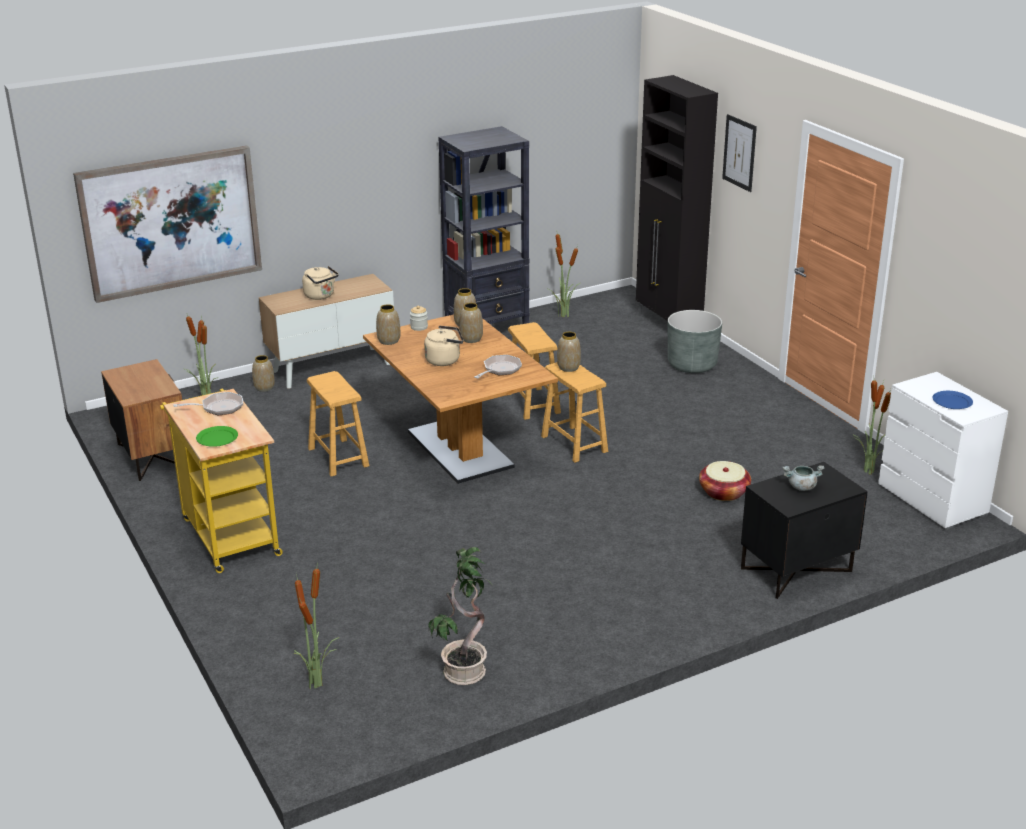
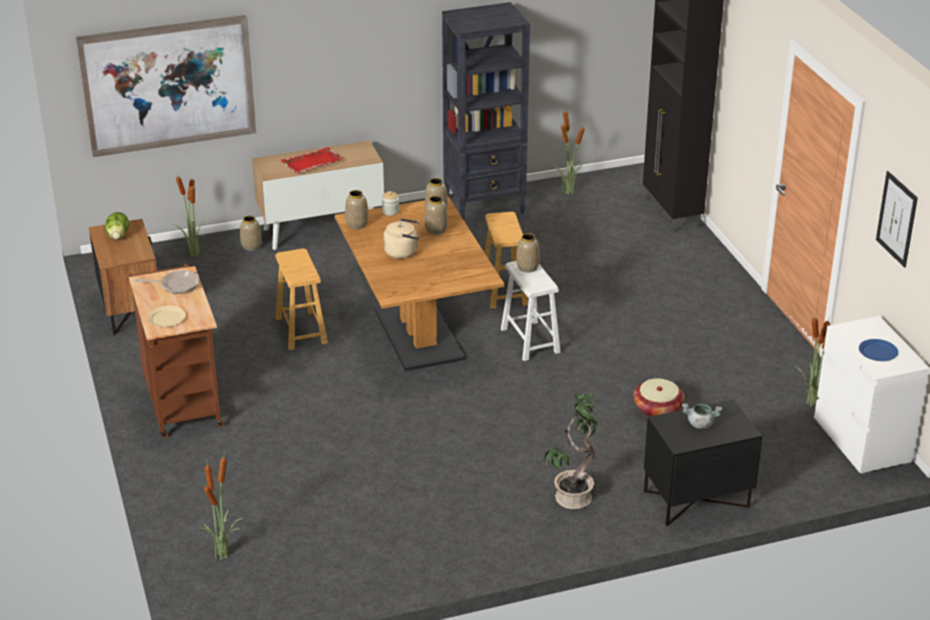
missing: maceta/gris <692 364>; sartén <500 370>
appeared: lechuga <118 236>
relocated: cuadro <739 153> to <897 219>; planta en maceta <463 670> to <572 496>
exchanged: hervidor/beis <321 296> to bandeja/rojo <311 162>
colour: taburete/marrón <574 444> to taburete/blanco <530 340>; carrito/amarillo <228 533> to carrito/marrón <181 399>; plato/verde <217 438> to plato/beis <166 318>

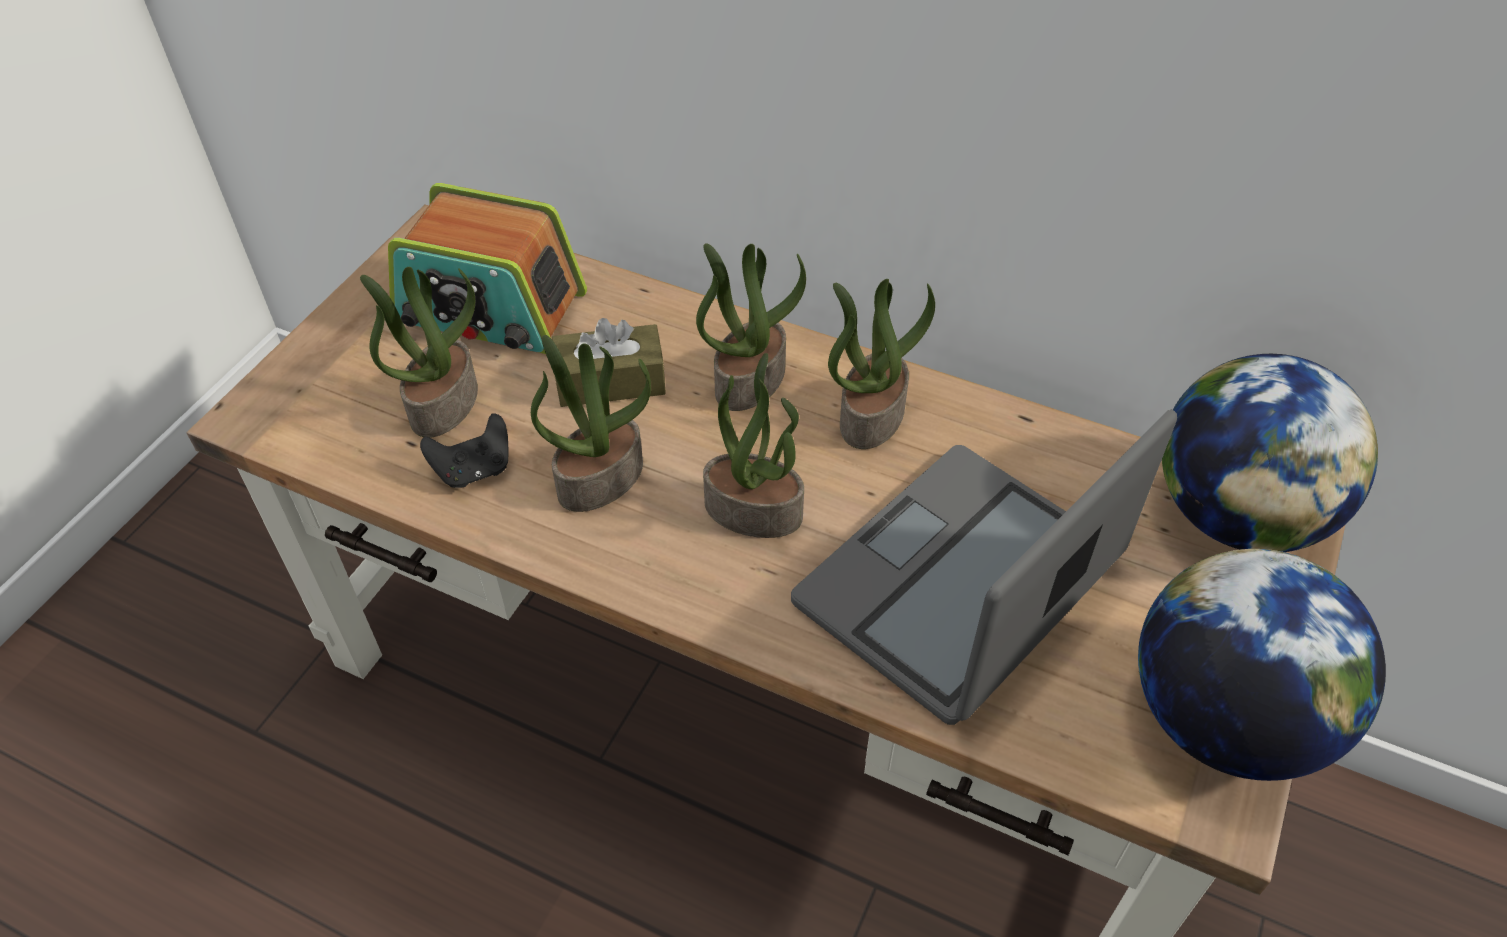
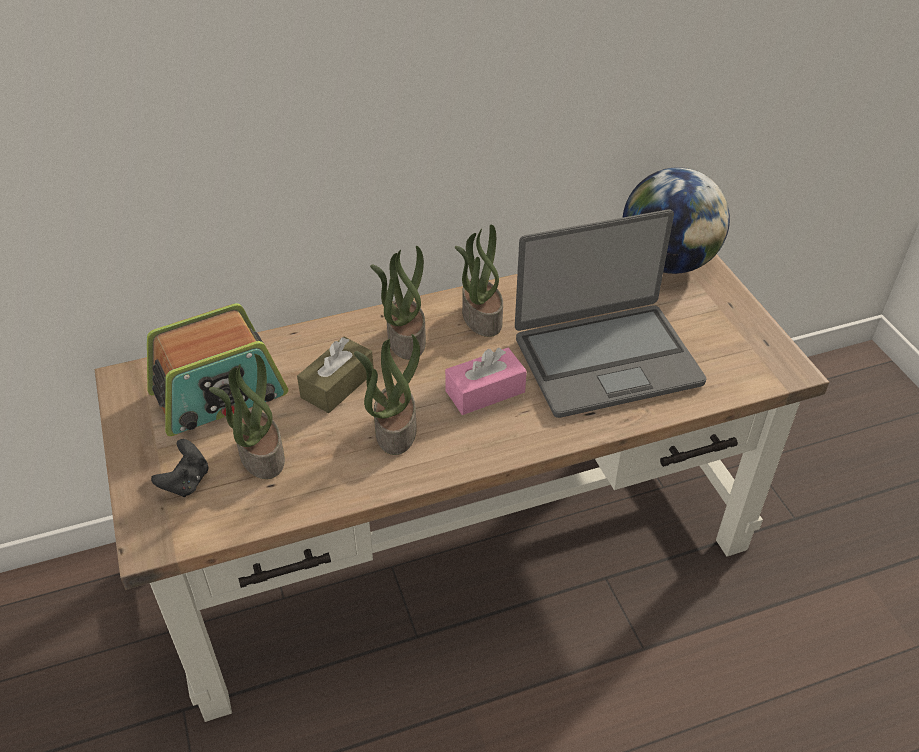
missing: globo terráqueo <1224 719>
relocated: mando de consola/negro <474 470> to <186 482>
exchanged: planta en maceta <755 510> to caja de pañuelos/rosa <485 391>
spun: portátil <961 584> = <606 359> 105 degrees counterclockwise

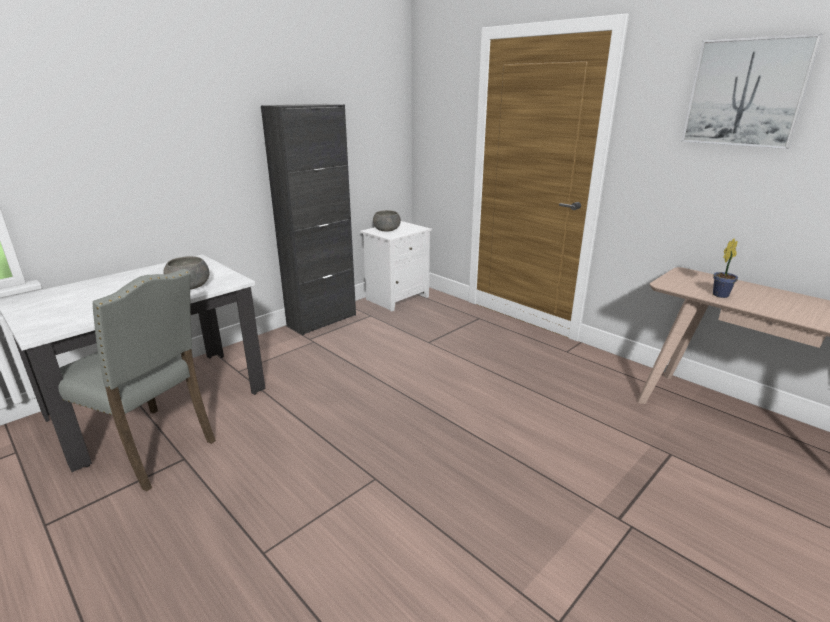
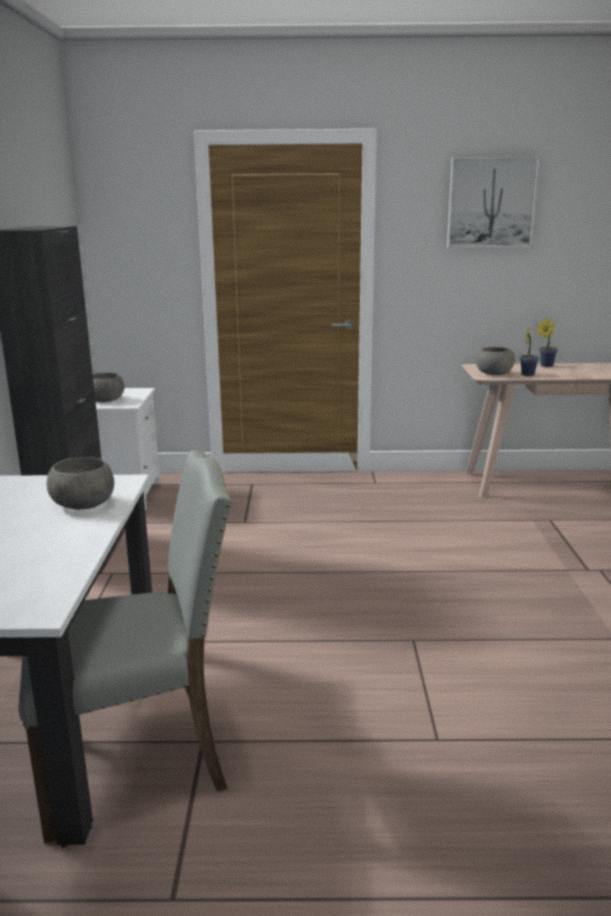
appeared: planta en maceta <545 365>; cuenco/gris <494 373>

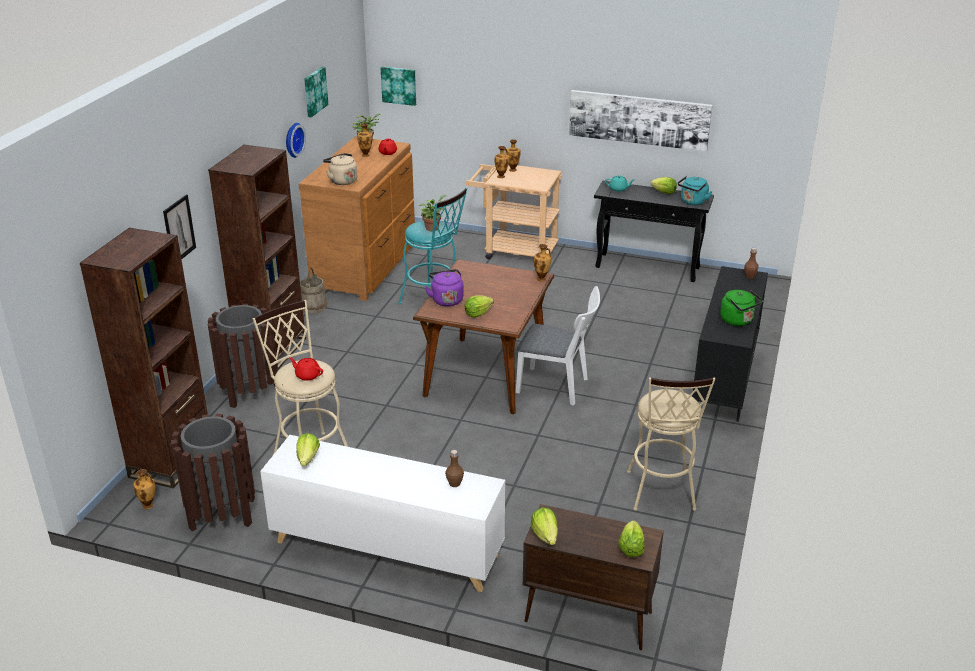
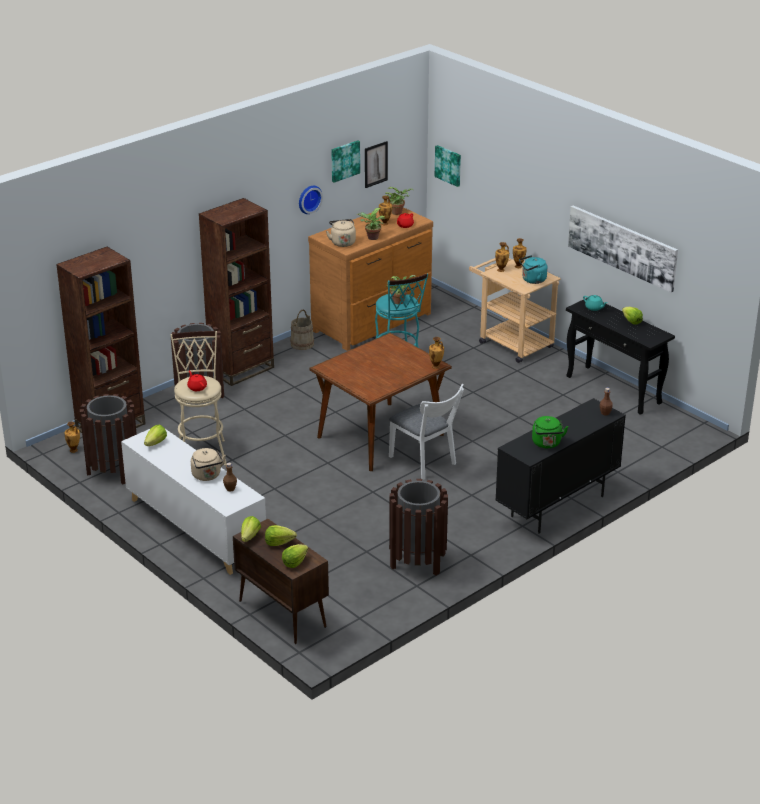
missing: hervidor/morado <446 299>
appeared: planta en maceta <371 238>; hervidor/beis <207 476>
relocated: hervidor/turquesa <693 202> to <532 280>; cuadro <179 229> to <375 164>; lechuga <478 314> to <279 543>
exchanged: taburete/beis <661 495> to papelera/marrón <417 561>

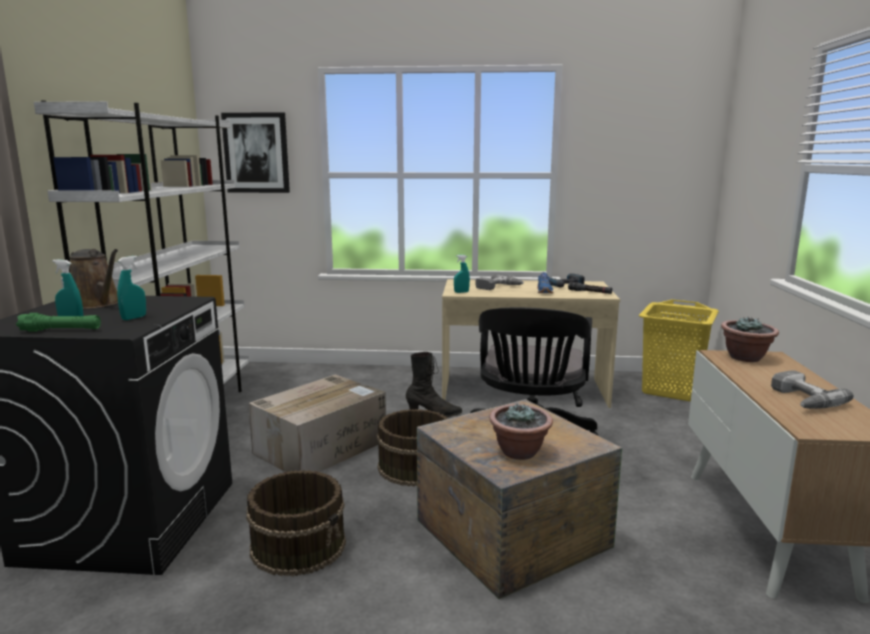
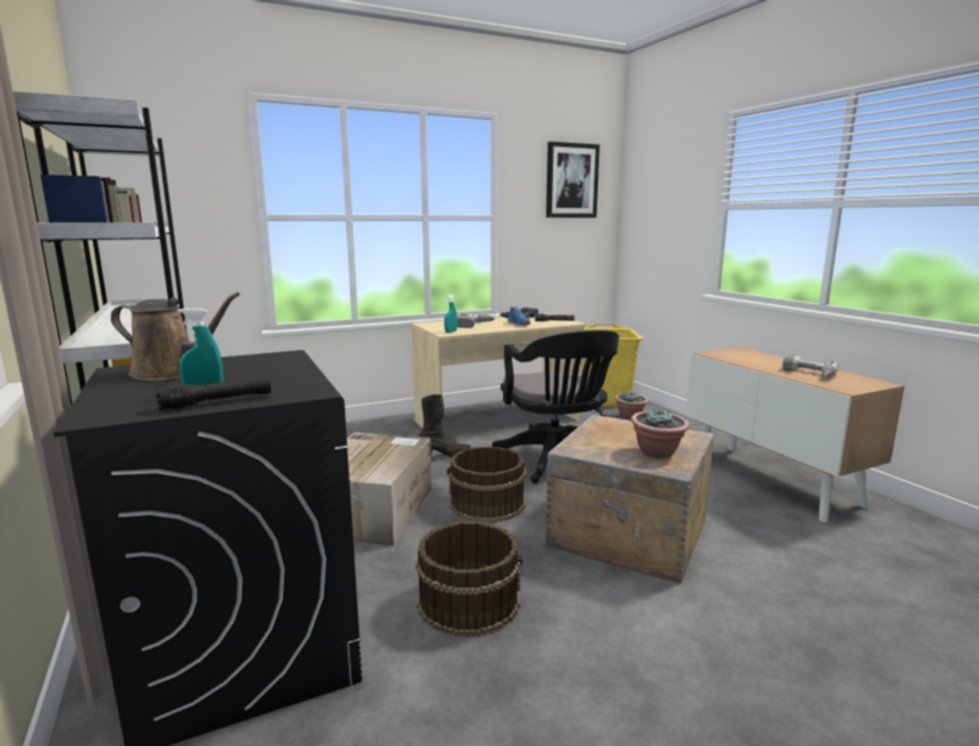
missing: pulverizador/turquesa <134 318>
relocated: cuadro <256 153> to <571 181>; planta en maceta <745 358> to <630 417>
colour: linterna/verde <61 330> to linterna/negro <217 402>

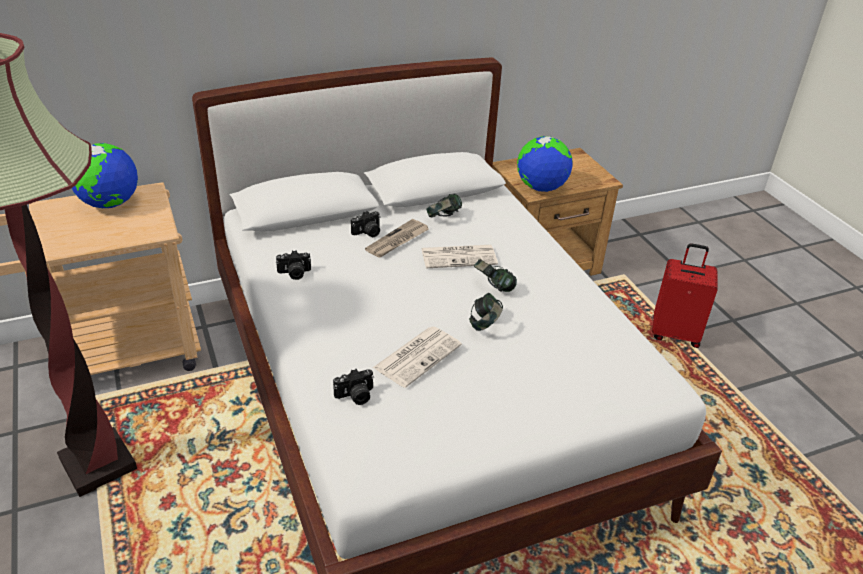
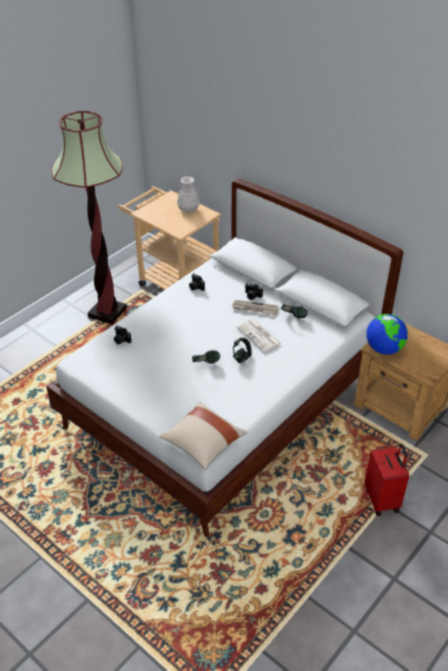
missing: periódico <418 356>
appeared: cojín/beis <203 443>
exchanged: globo terráqueo <109 204> to florero/blanco <188 209>

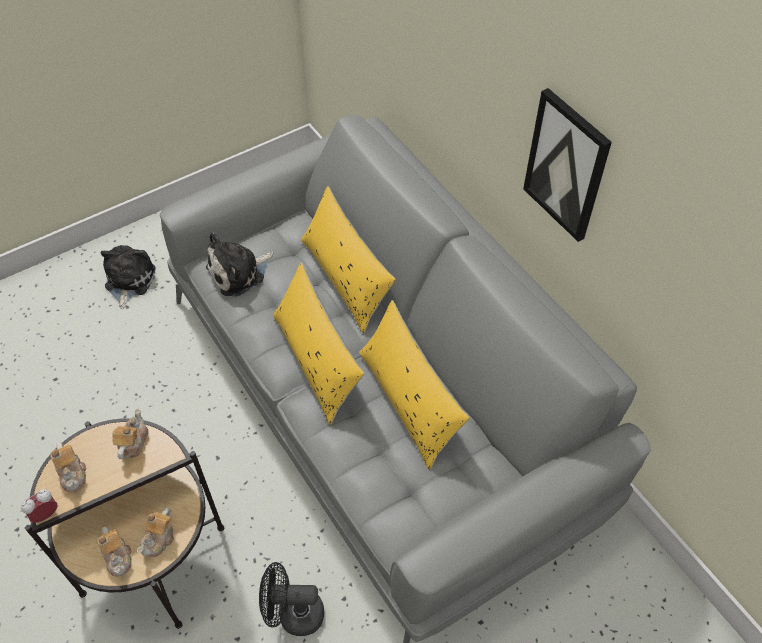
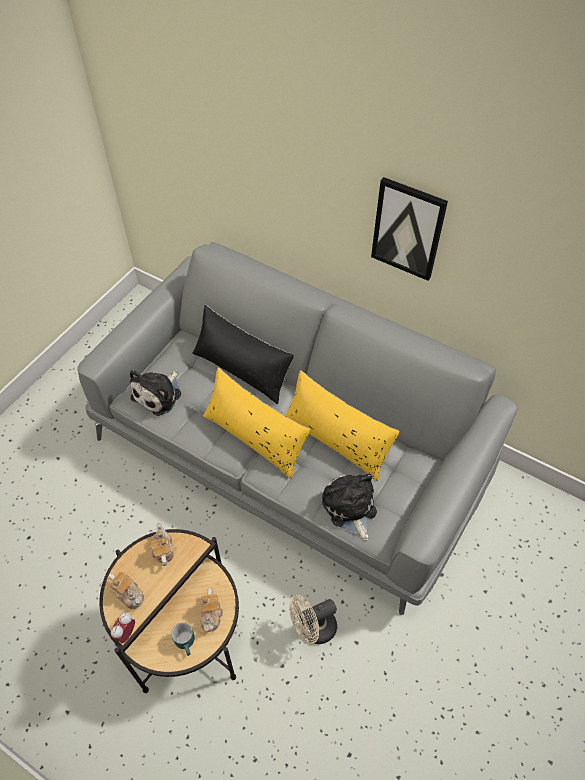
relocated: peluche <129 281> to <349 508>
exchanged: tetera <118 557> to taza grande/turquesa <187 642>
colour: cojín/amarillo <346 278> to cojín/negro <242 369>; ventilador/negro <293 614> to ventilador/beis <313 629>

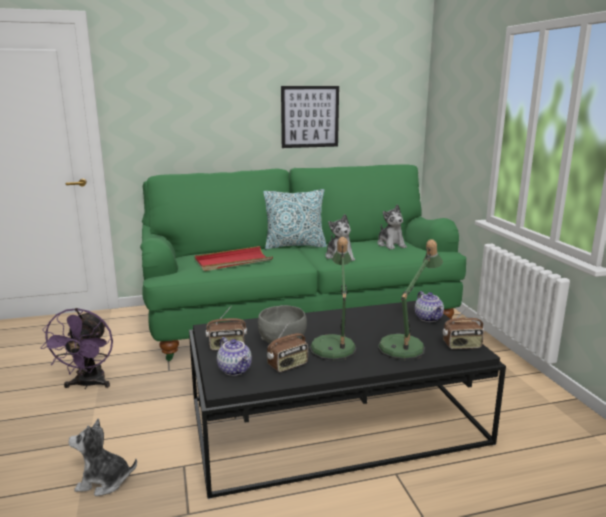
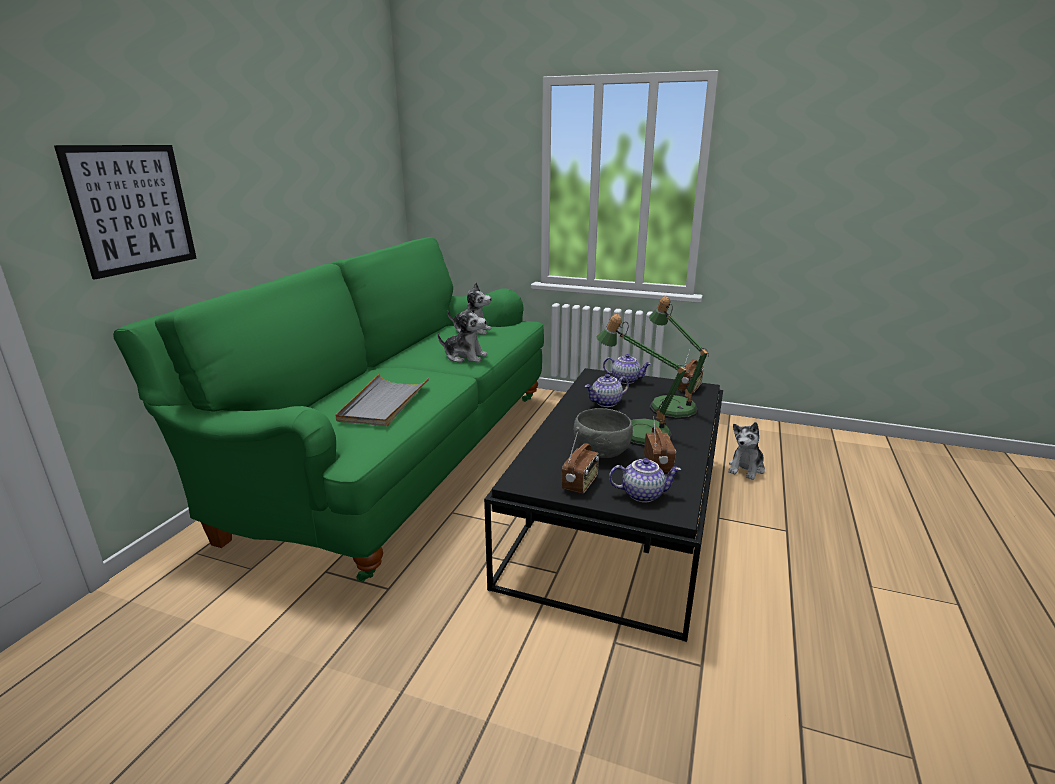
missing: cojín <295 246>; ventilador/morado <88 385>
appeared: tetera <606 403>
relocated: cuadro <310 117> to <132 208>; peluche <104 481> to <746 468>
colour: bandeja/rojo <233 261> to bandeja/gris <384 403>

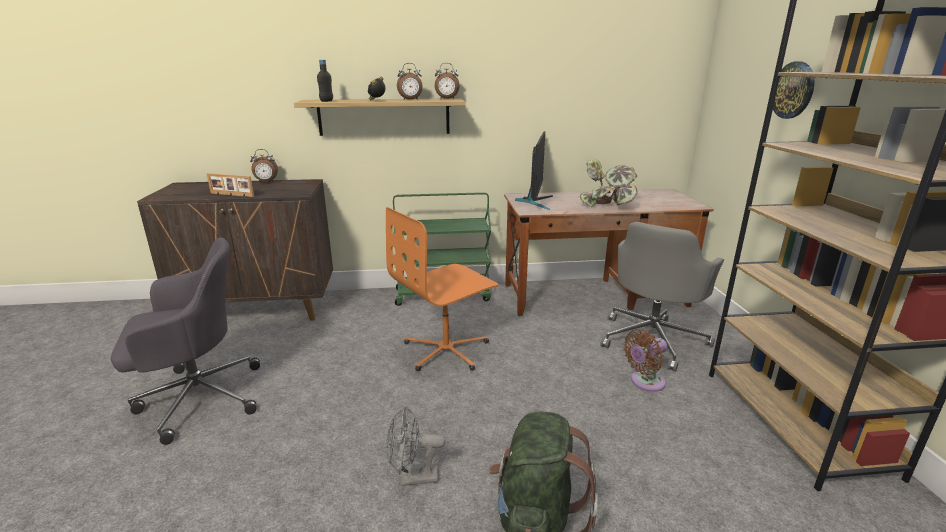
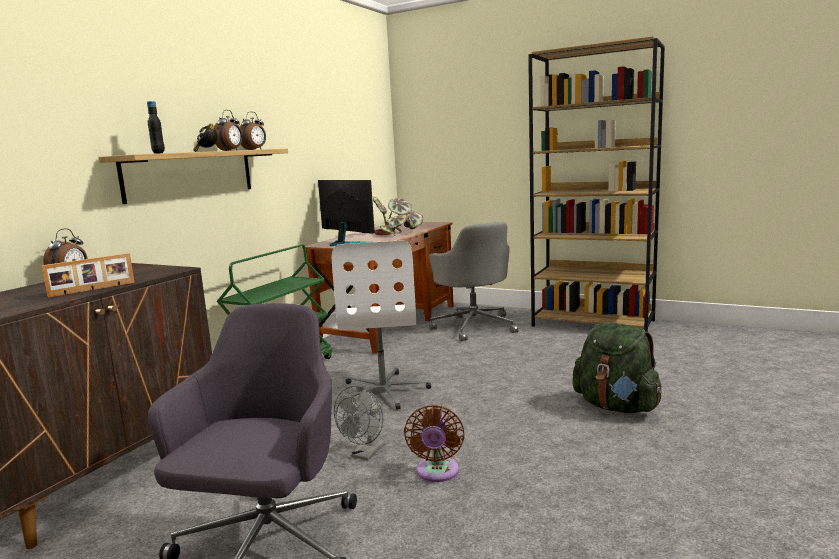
missing: reloj de pared <793 90>
relocated: ventilador/marrón <645 382> to <437 473>; ventilador/gris <413 478> to <365 454>
colour: silla de oficina/naranja <447 350> to silla de oficina/blanco <384 391>

